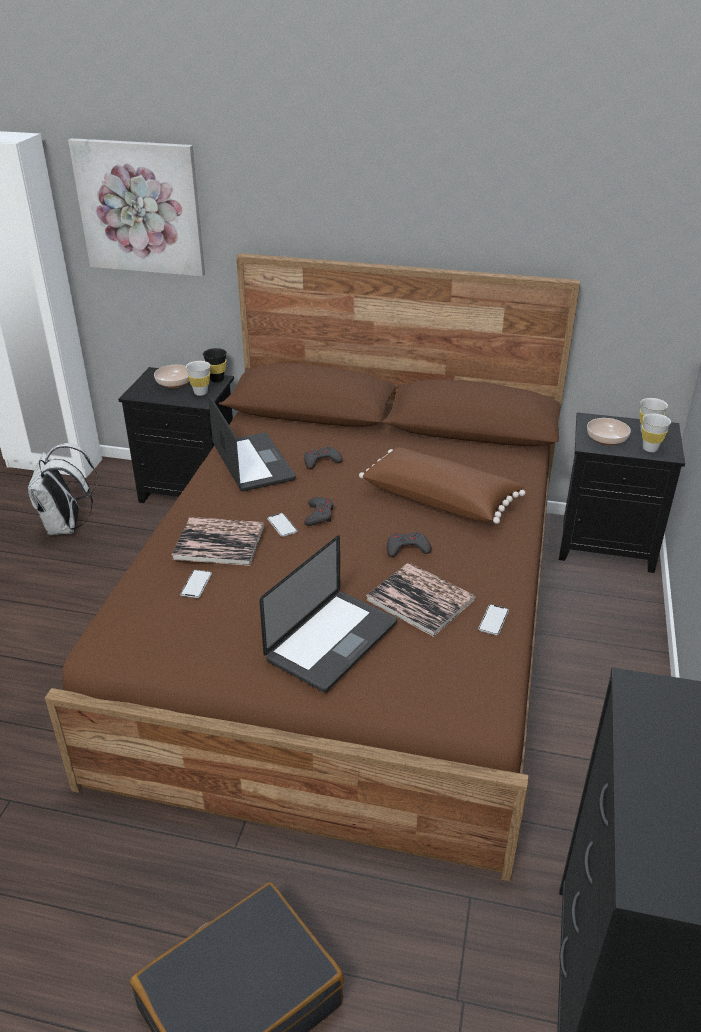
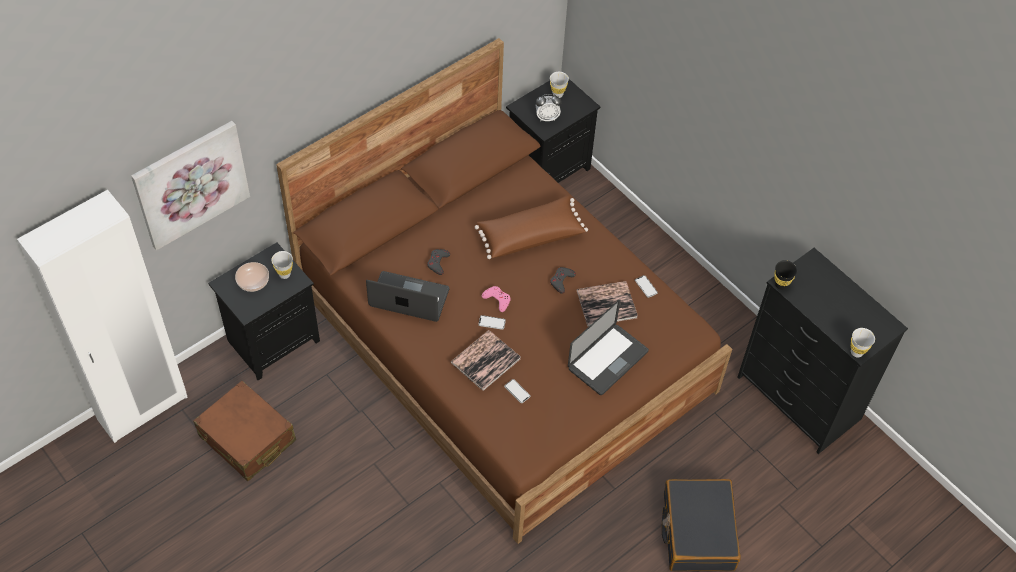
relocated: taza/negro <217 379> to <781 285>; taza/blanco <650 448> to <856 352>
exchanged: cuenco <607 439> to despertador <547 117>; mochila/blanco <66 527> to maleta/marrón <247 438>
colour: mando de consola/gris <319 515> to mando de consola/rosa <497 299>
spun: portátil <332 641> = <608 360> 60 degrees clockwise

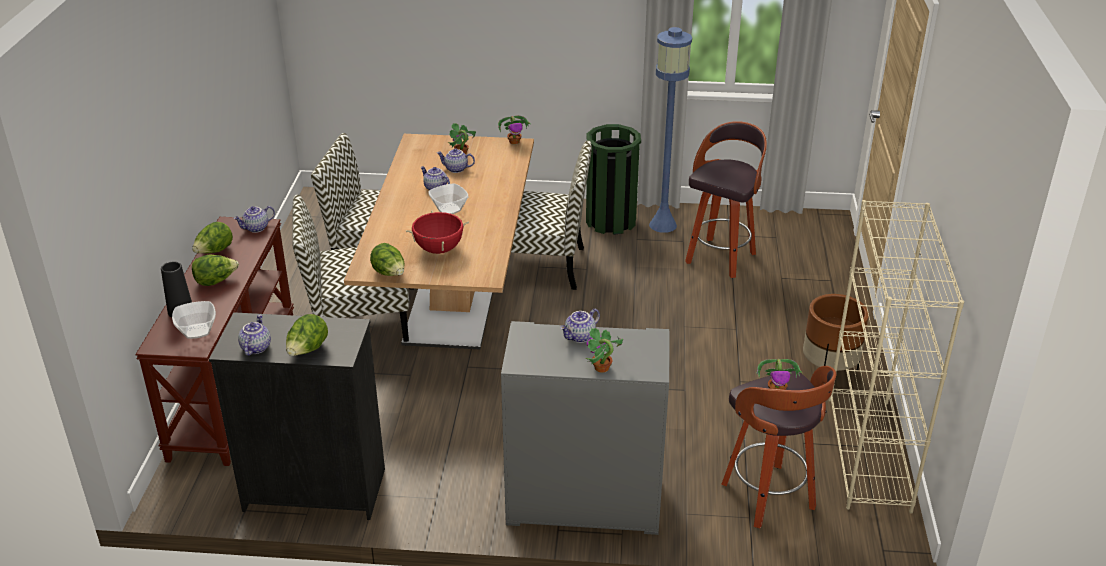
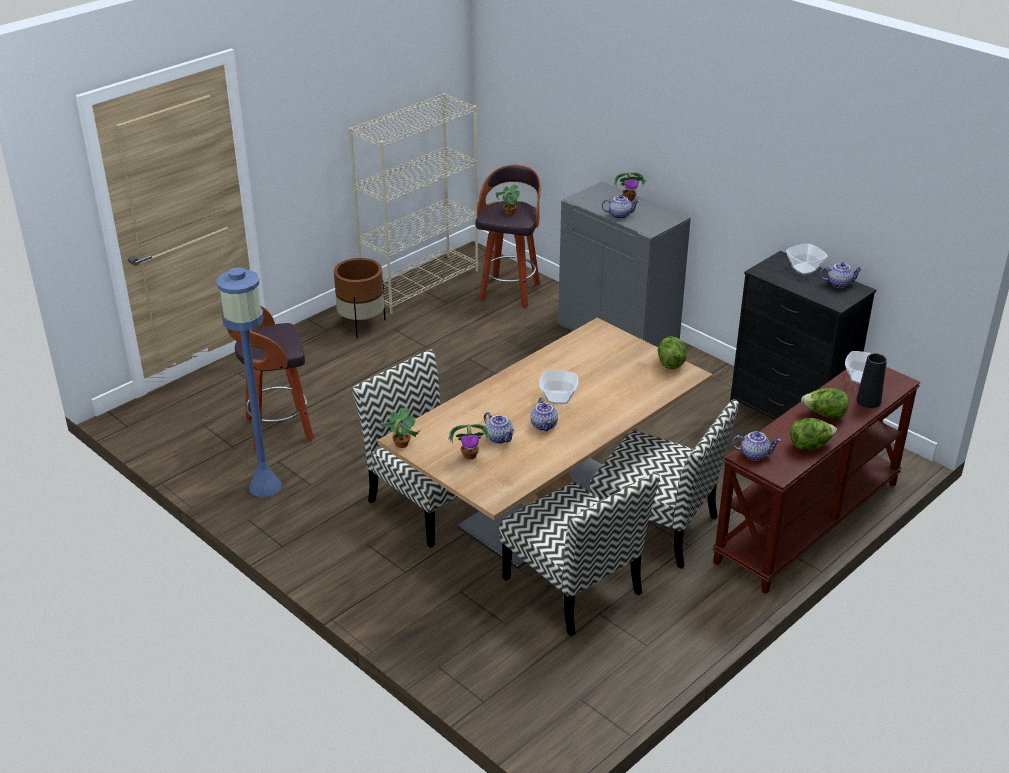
missing: papelera/verde <611 221>; olla/rojo <439 249>
exchanged: lechuga <307 351> to cuenco <803 269>
spun: tetera <255 347> = <839 283> 135 degrees counterclockwise

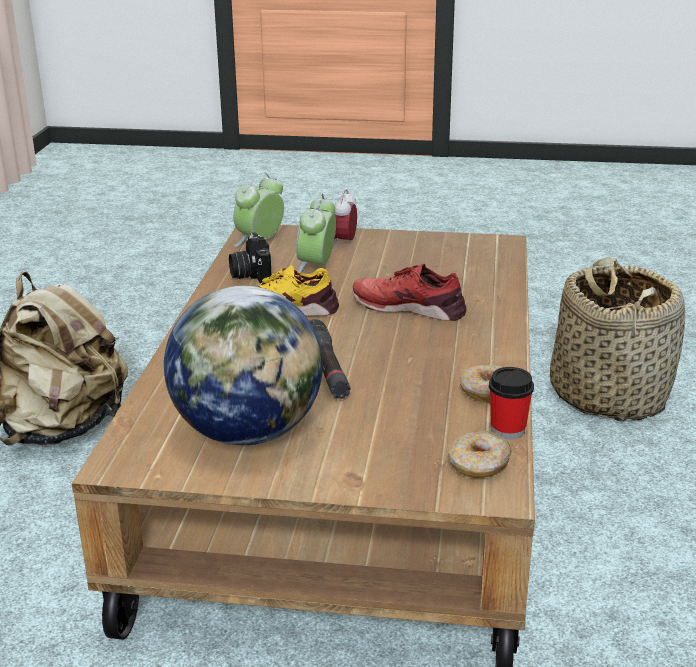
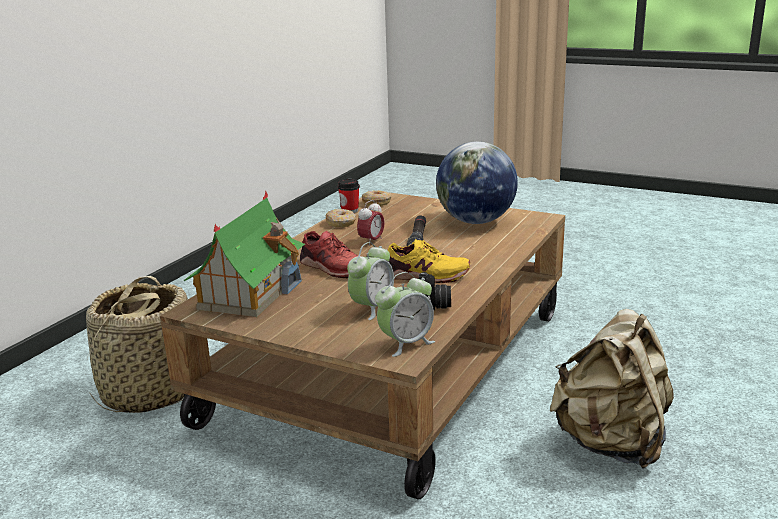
appeared: casita <251 291>
relocated: despertador <344 242> to <371 241>

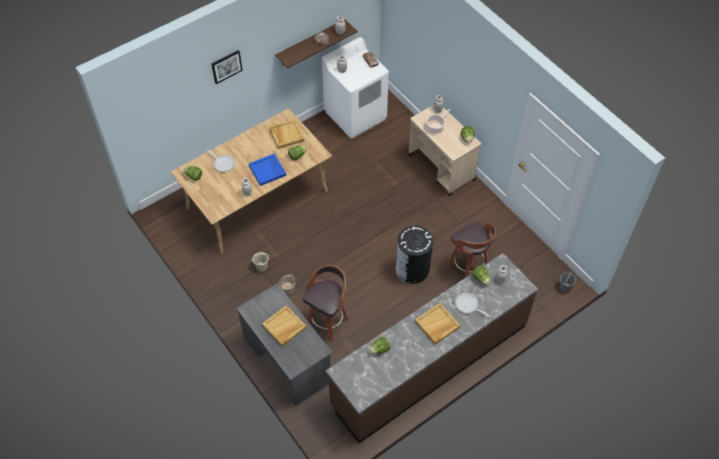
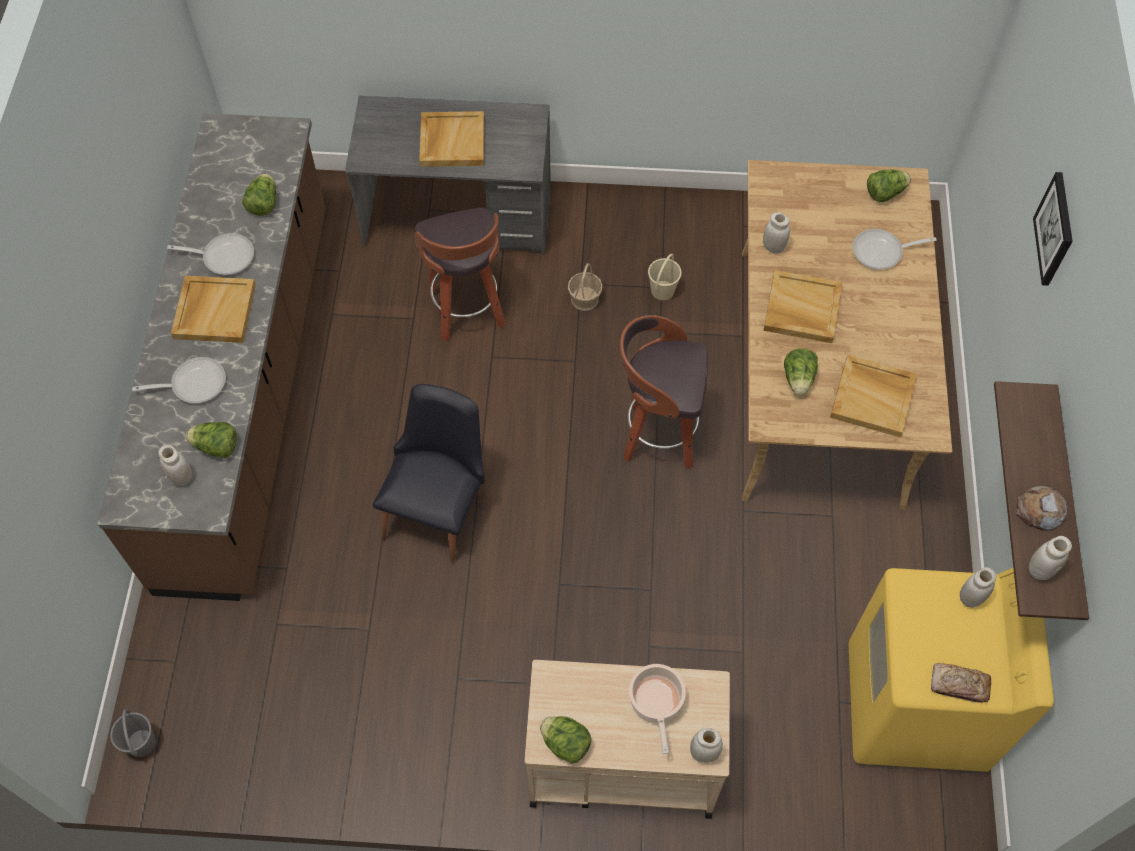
appeared: sartén <224 256>
relocated: taburete <468 268> to <658 436>
exchanged: papelera/negro <412 269> to silla/negro <439 508>
colour: lavadora/blanco <355 115> to lavadora/amarillo <914 707>; bandeja/azul <268 170> to bandeja/beis <801 309>

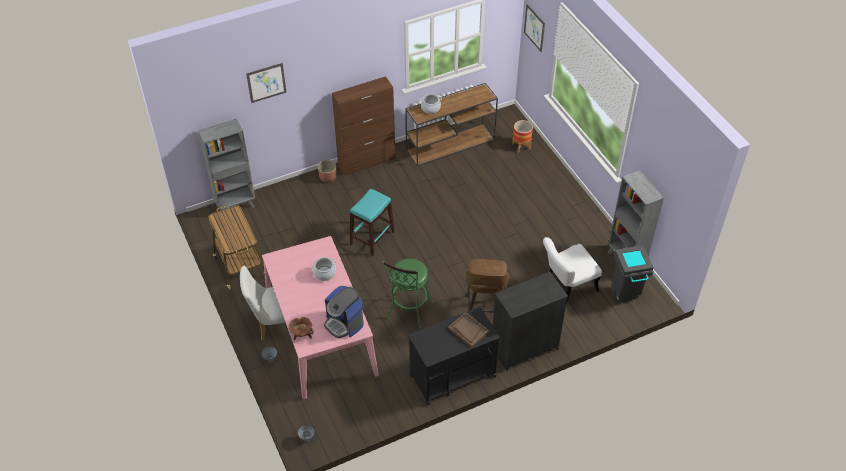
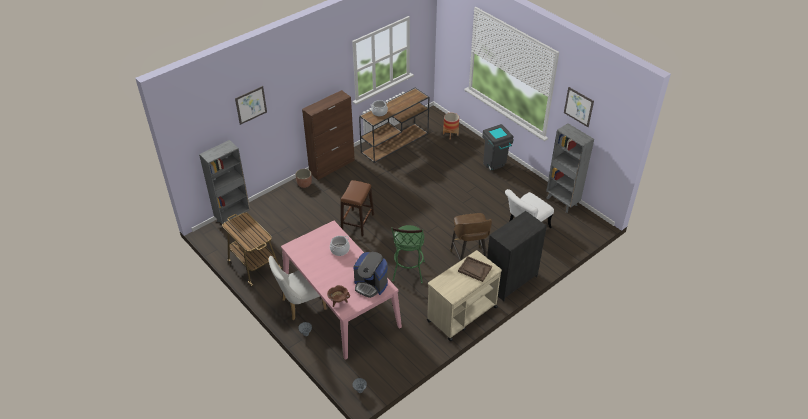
relocated: cuadro <534 27> to <578 107>; papelera/gris <626 296> to <495 167>
colour: taburete/turquesa <372 238> to taburete/marrón <358 222>; carrito/negro <452 376> to carrito/beis <461 314>

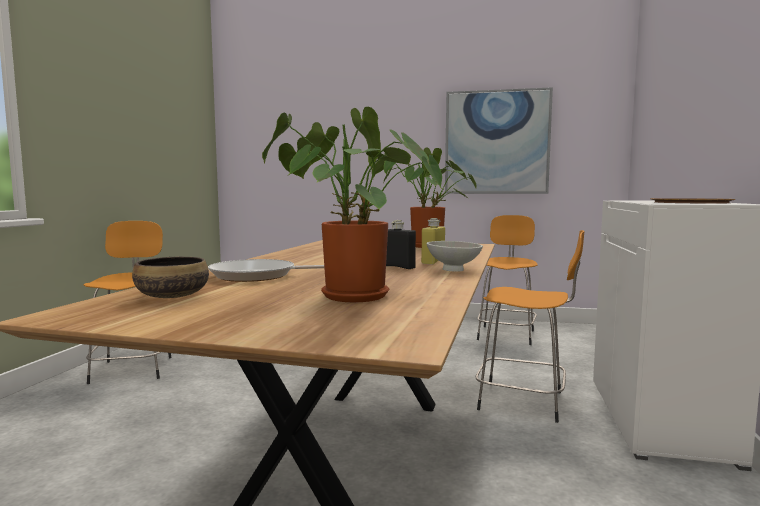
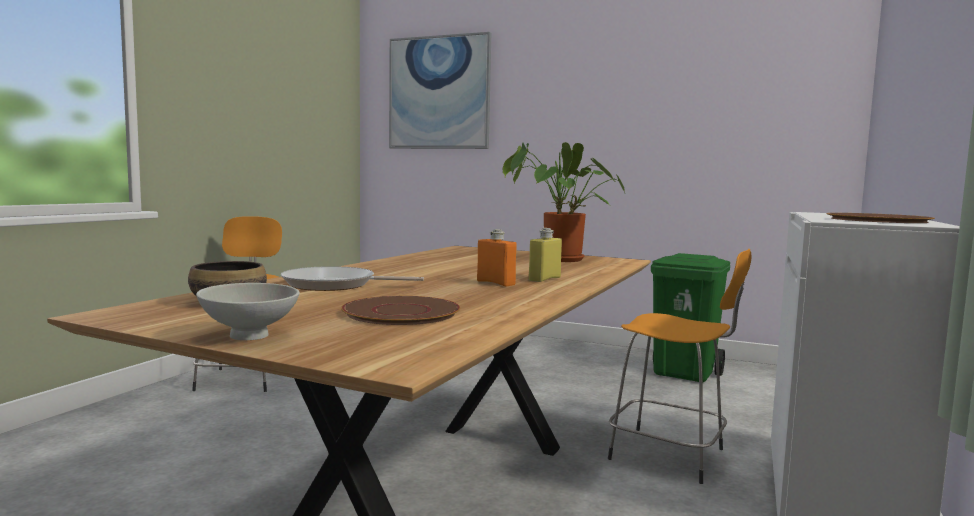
relocated: cuadro <496 142> to <439 93>; cuenco/blanco <454 269> to <252 335>
exchanged: planta en maceta <346 296> to plato/marrón <401 312>; taburete/naranja <506 334> to papelera/verde <685 373>
colour: botella/negro <397 267> to botella/naranja <495 283>

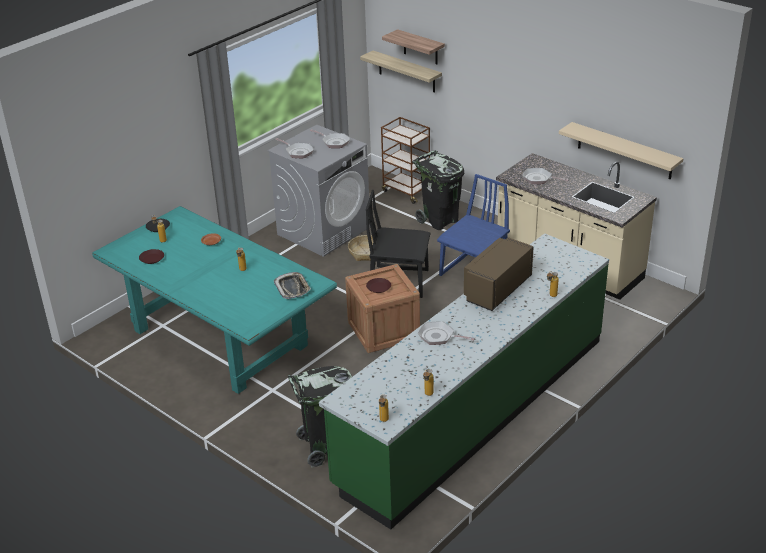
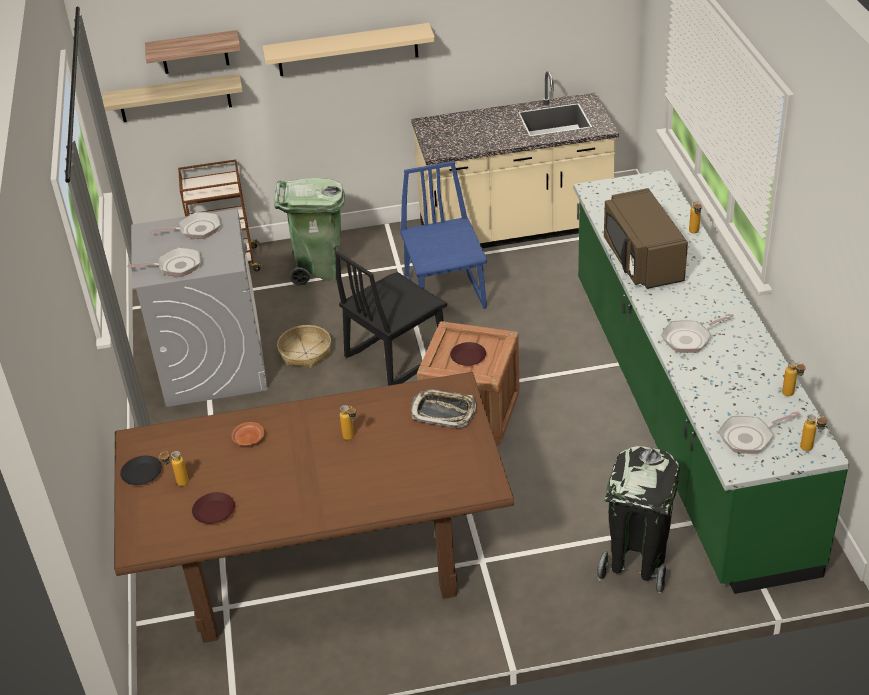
relocated: estante/beis <624 151> to <347 50>; sartén <539 179> to <750 437>
colour: papelera/negro <439 220> to papelera/verde <318 269>; mesa de comedor/turquesa <219 338> to mesa de comedor/marrón <321 561>

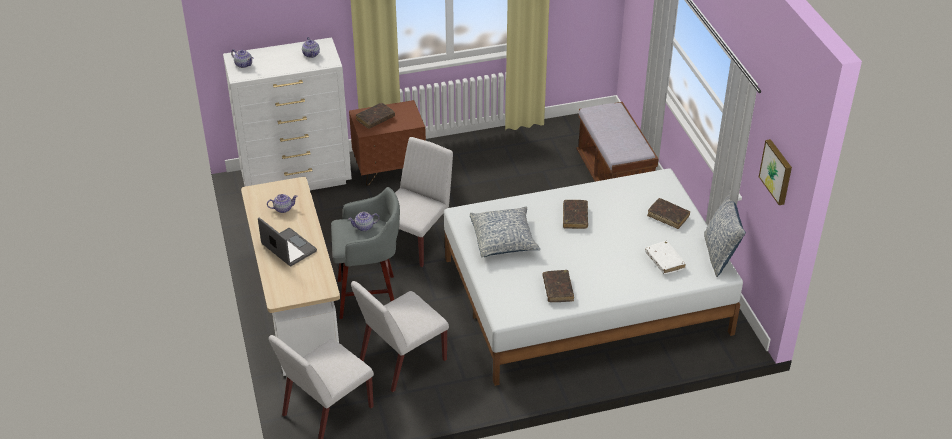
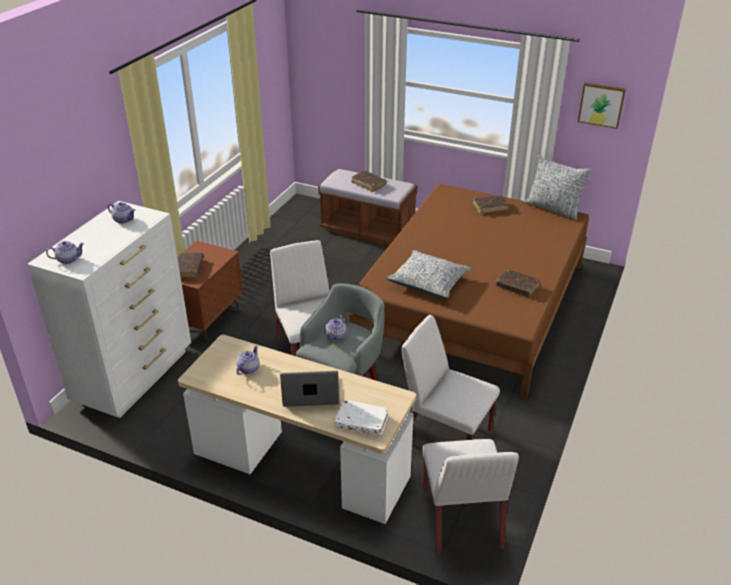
relocated: libro/marrón <575 217> to <368 184>; libro/blanco <664 261> to <361 422>
colour: cama/blanco <585 295> to cama/marrón <474 304>
spun: silla/blanco <402 361> = <445 435> 120 degrees clockwise

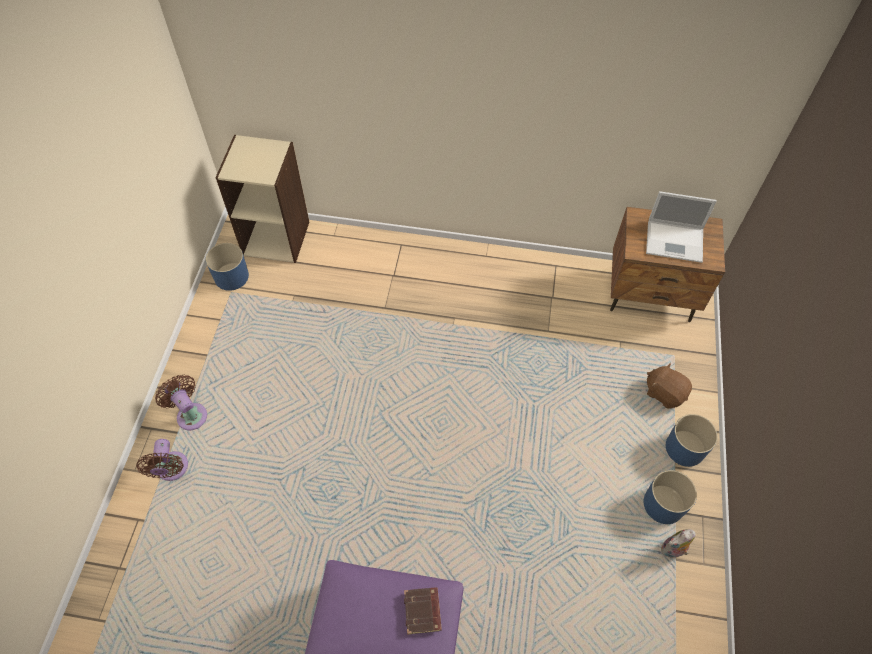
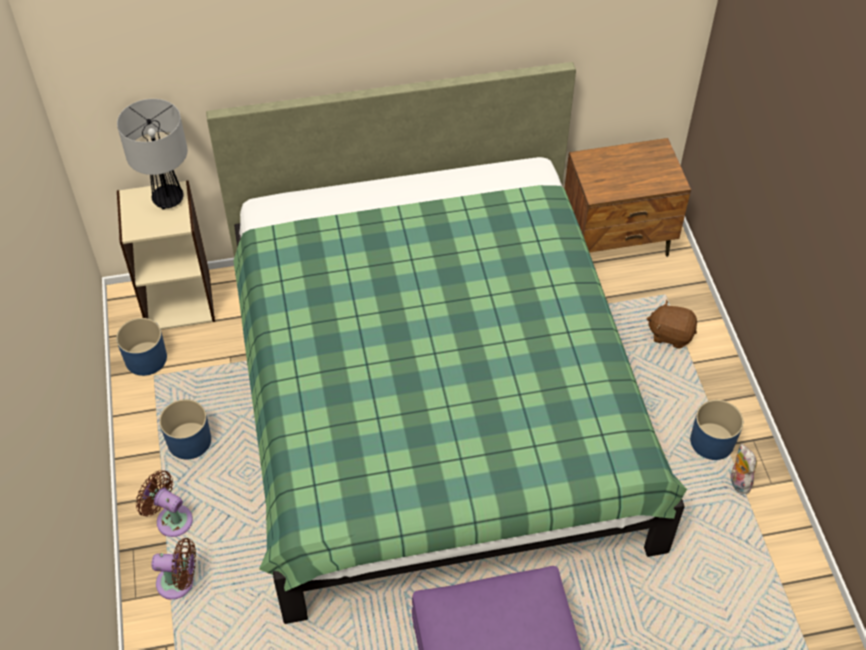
missing: portátil <675 241>; libro/marrón <423 612>
appeared: cama/verde <434 402>; lámpara de mesa <168 200>
relocated: maceta/azul <684 448> to <189 440>
spun: ventilador/marrón <172 470> = <179 583> 60 degrees counterclockwise; peluche <672 550> = <737 481> 120 degrees clockwise

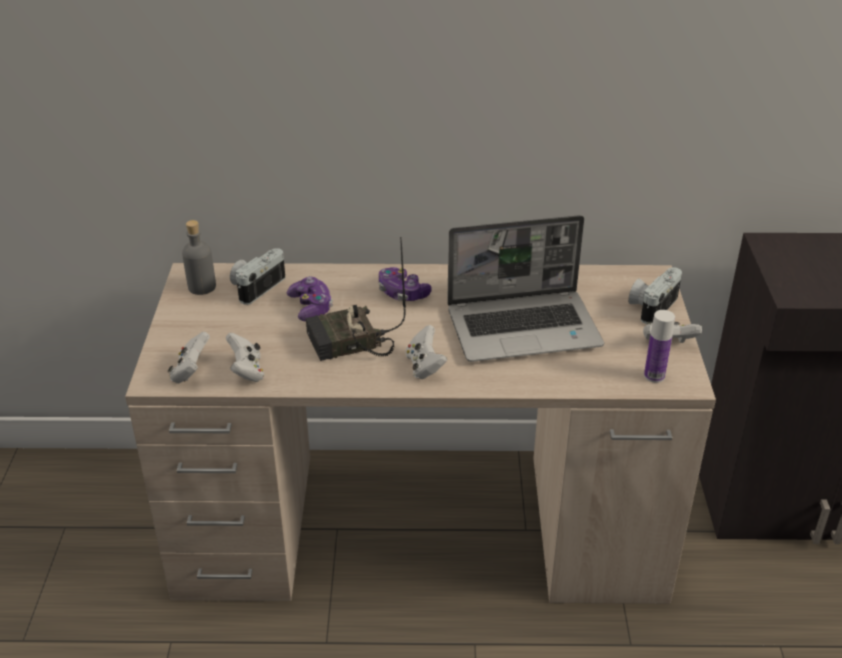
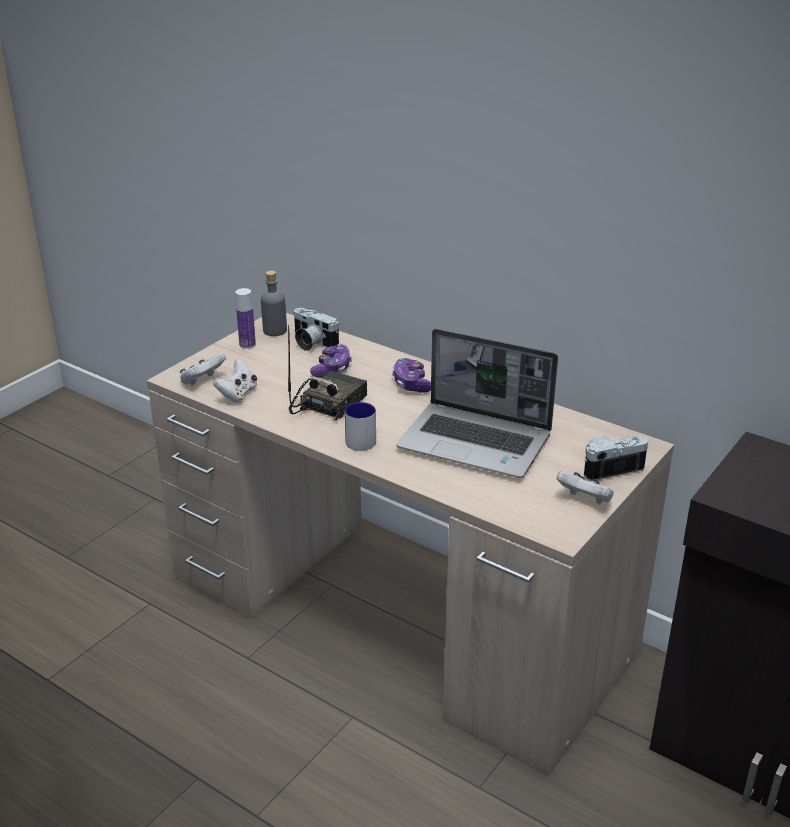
relocated: botella <654 376> to <247 344>
exchanged: mando de consola/blanco <424 366> to taza grande <363 439>
spun: radio <349 344> = <327 403> 105 degrees clockwise; cámara <256 286> = <311 343> 120 degrees counterclockwise

